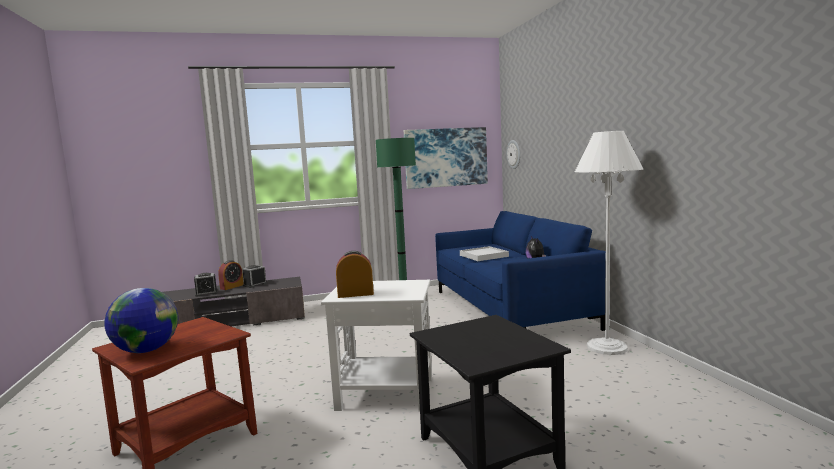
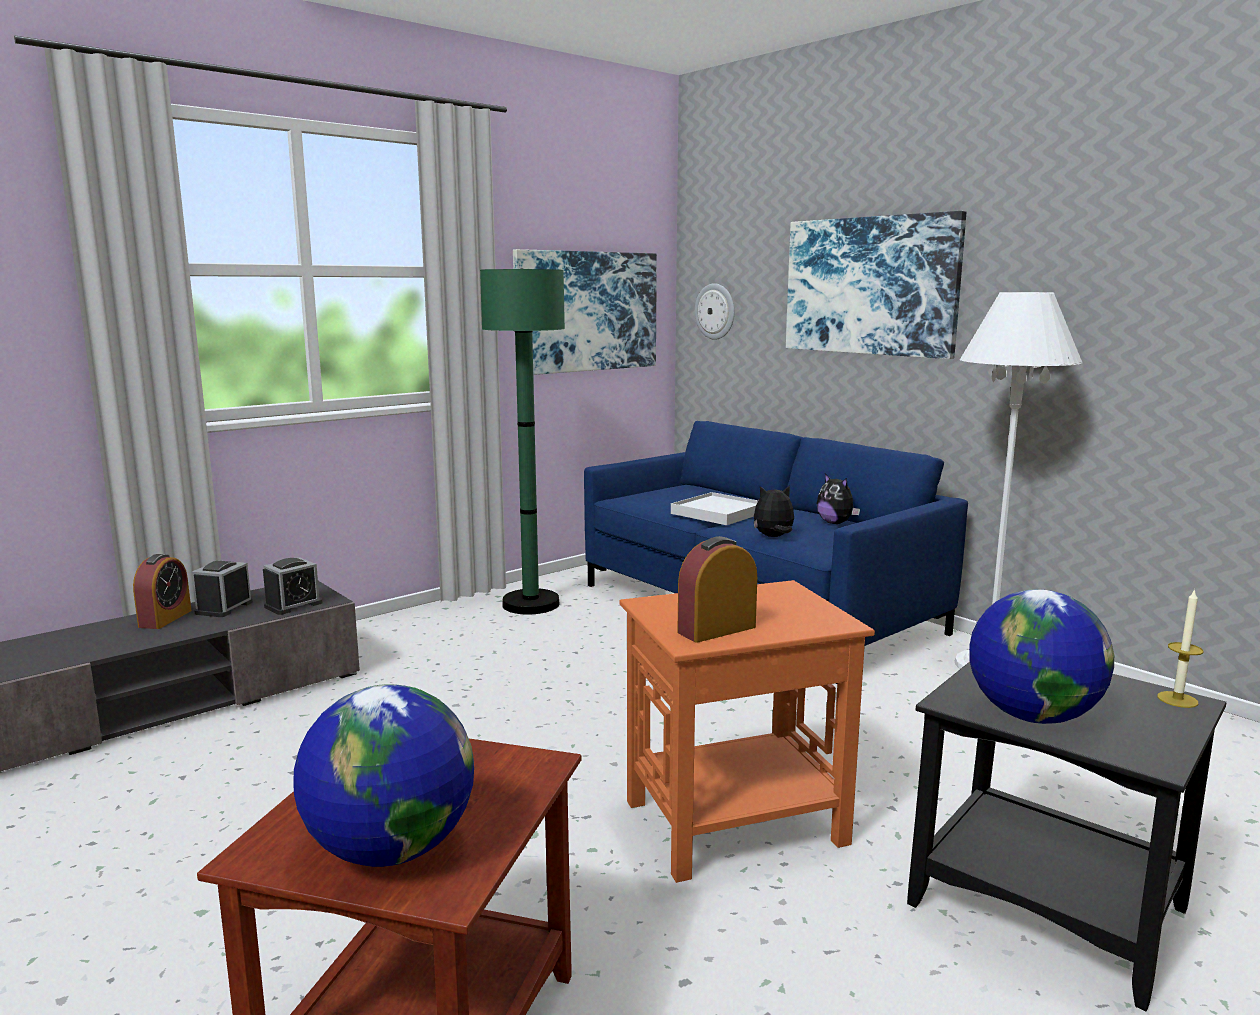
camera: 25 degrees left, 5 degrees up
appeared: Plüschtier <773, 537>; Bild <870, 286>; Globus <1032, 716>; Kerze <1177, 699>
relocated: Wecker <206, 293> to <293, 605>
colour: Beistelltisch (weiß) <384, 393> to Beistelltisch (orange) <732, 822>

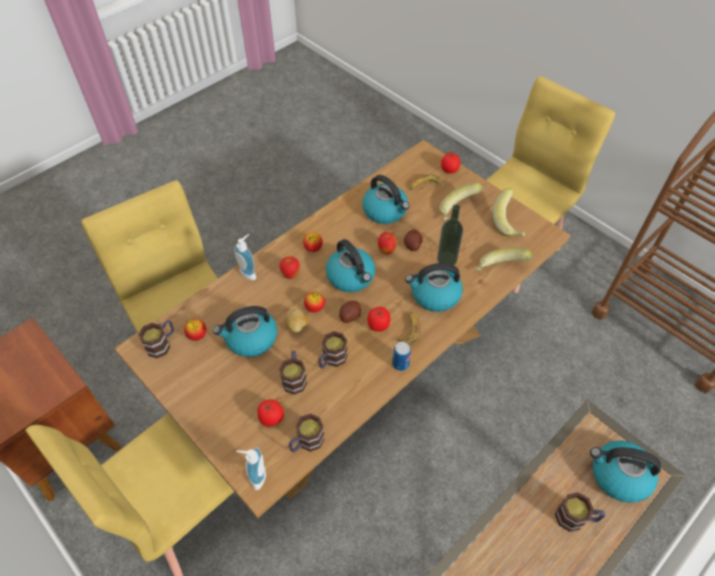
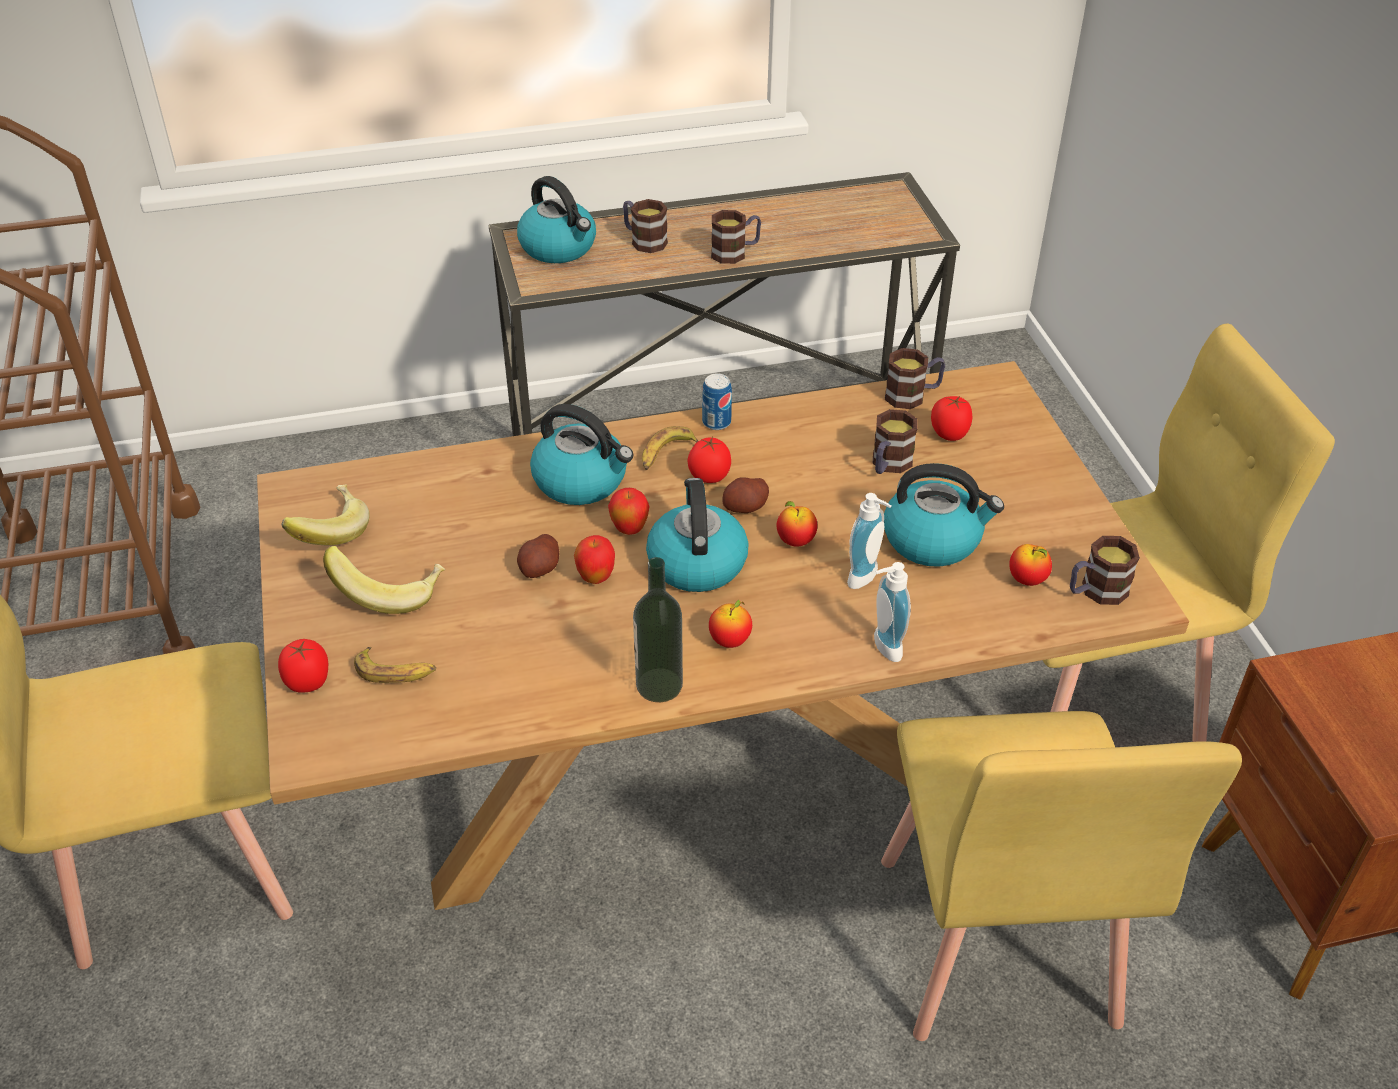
camera: 150 degrees left, 10 degrees down
missing: Kartoffel <297, 326>; Wasserkessel <385, 211>; Banane <500, 270>
relocated: Seifenspender <256, 477> to <867, 578>; Apfel <290, 275> to <629, 530>; Henkelbecher <331, 360> to <735, 252>; Flasche <447, 259> to <659, 685>

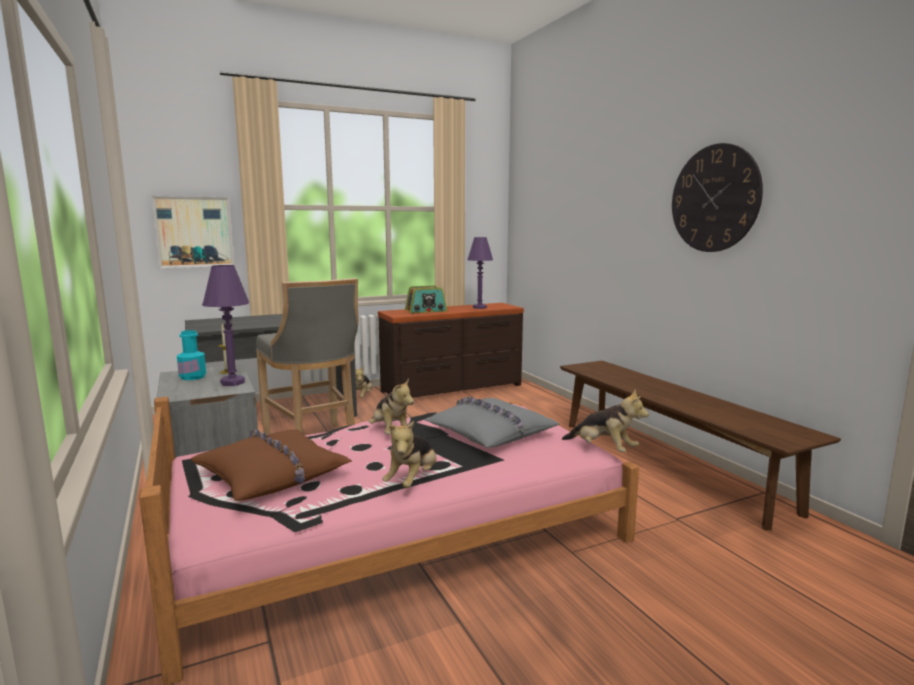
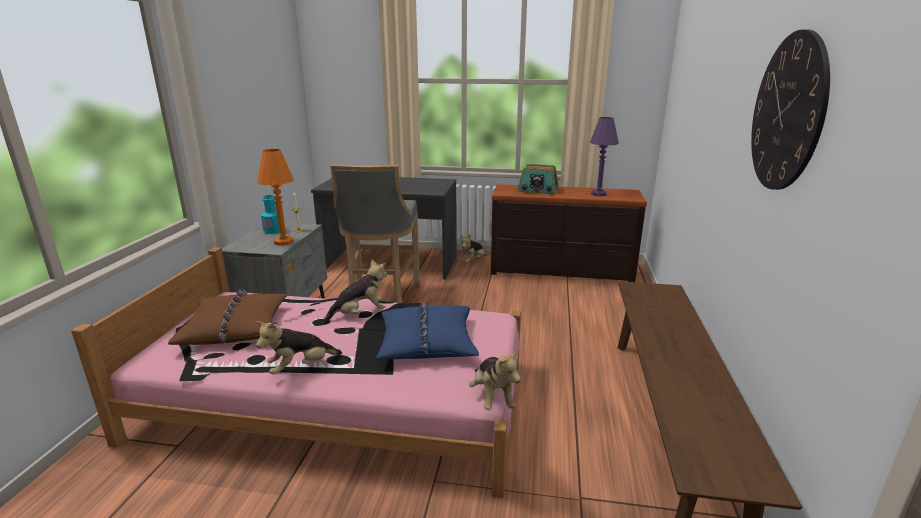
camera: 35 degrees right, 10 degrees up
missing: Bild <194, 232>
colour: Tischlampe (lila) <232, 383> to Tischlampe (orange) <283, 242>; Kissen (grau) <490, 434> to Kissen (blau) <427, 342>
spun: Plüschtier <390, 432> = <359, 314> 120 degrees counterclockwise

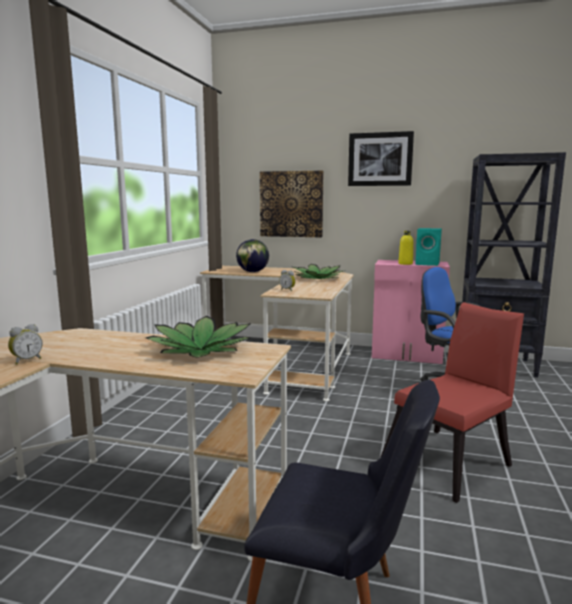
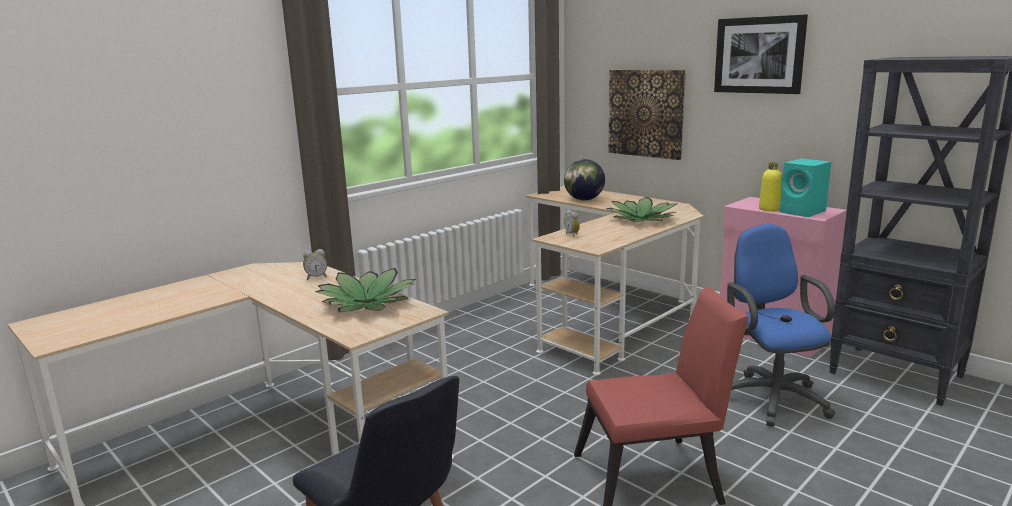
camera: 30 degrees right, 5 degrees up
relocated: Wecker <26, 360> to <316, 277>

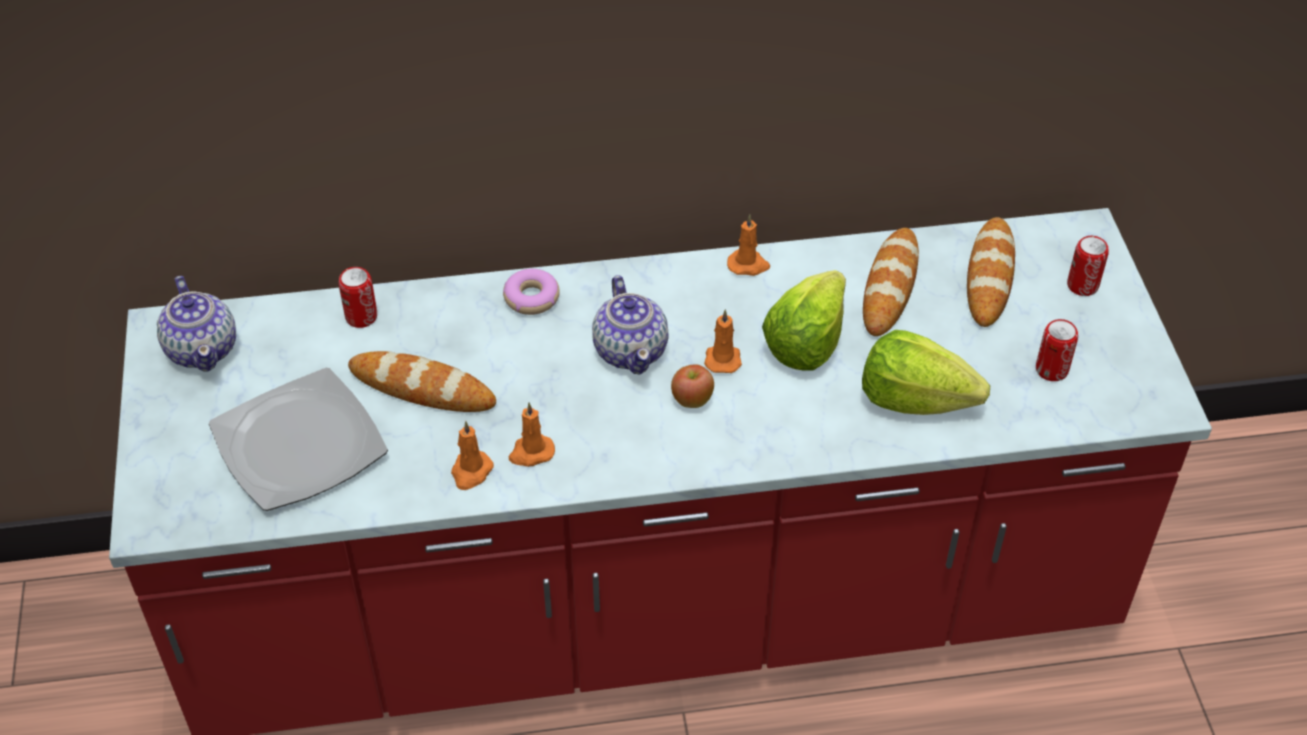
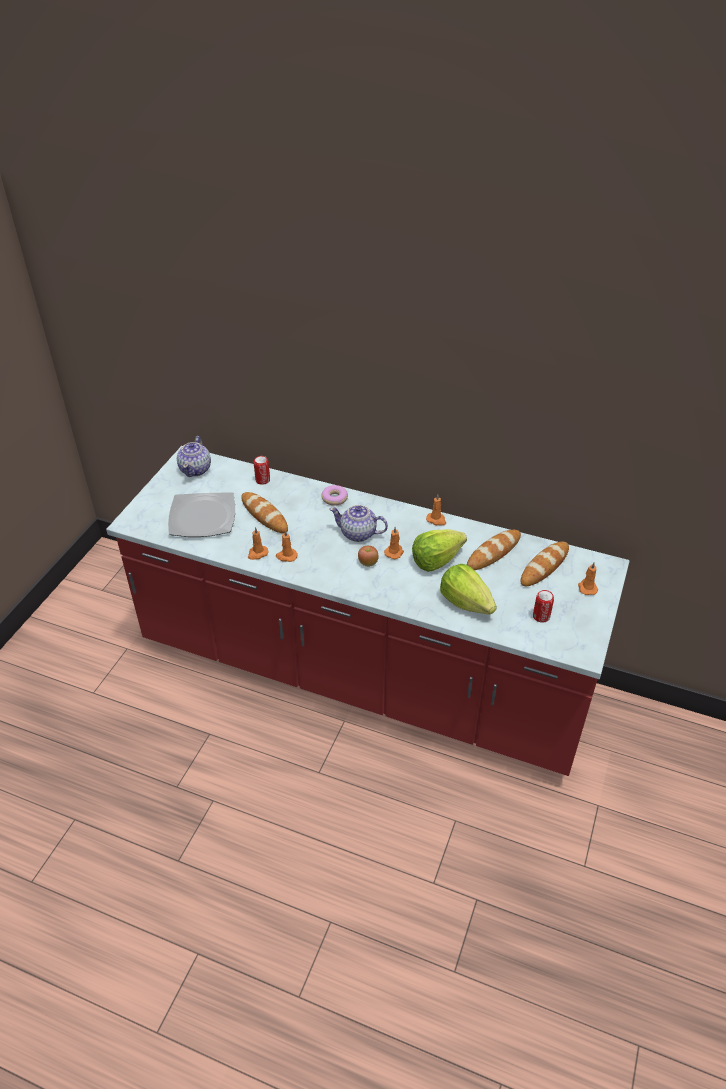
camera: 30 degrees right, 5 degrees down
exchanged: Dose <1082, 285> to Kerze (orange) <587, 587>
spun: Teekanne <631, 350> = <358, 534> 90 degrees clockwise

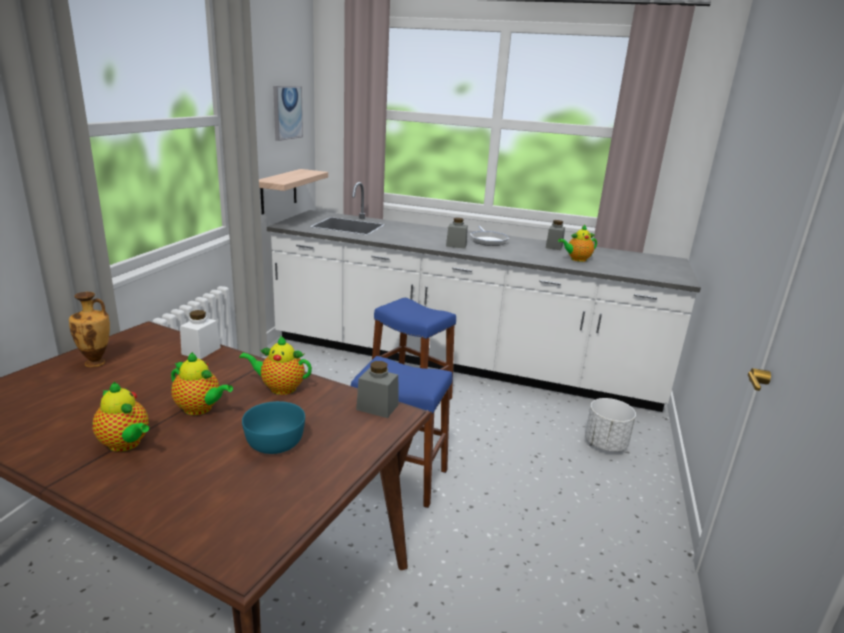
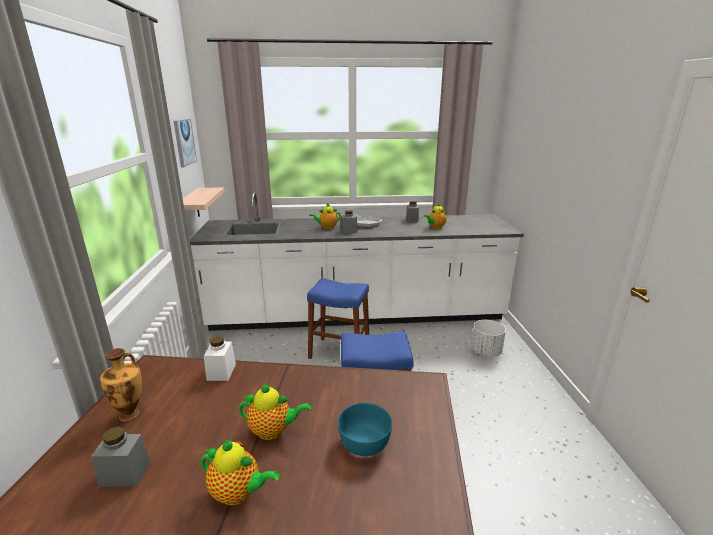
camera: 20 degrees left, 0 degrees up
relocated: Teekanne <280, 388> to <327, 227>; Vorratsglas (grau) <377, 407> to <125, 473>

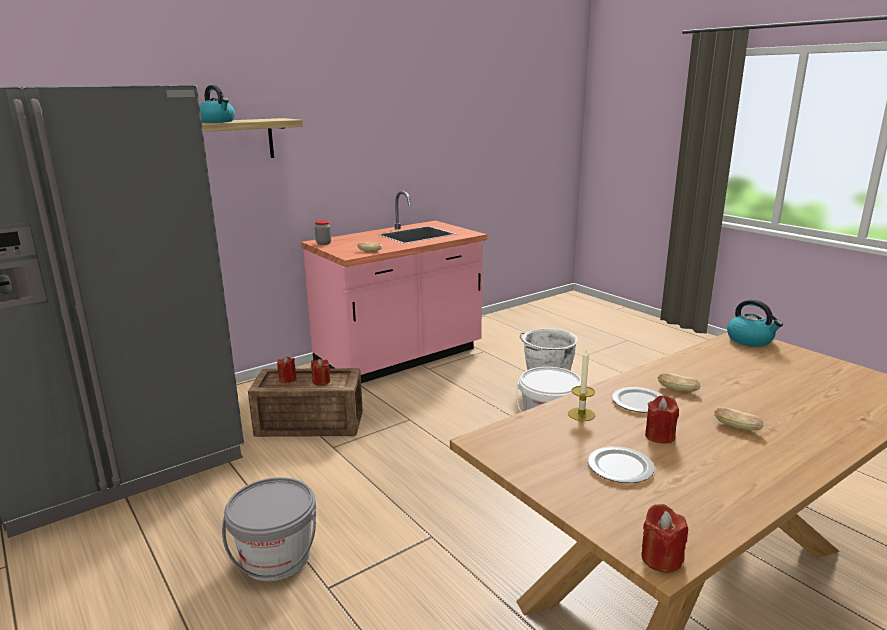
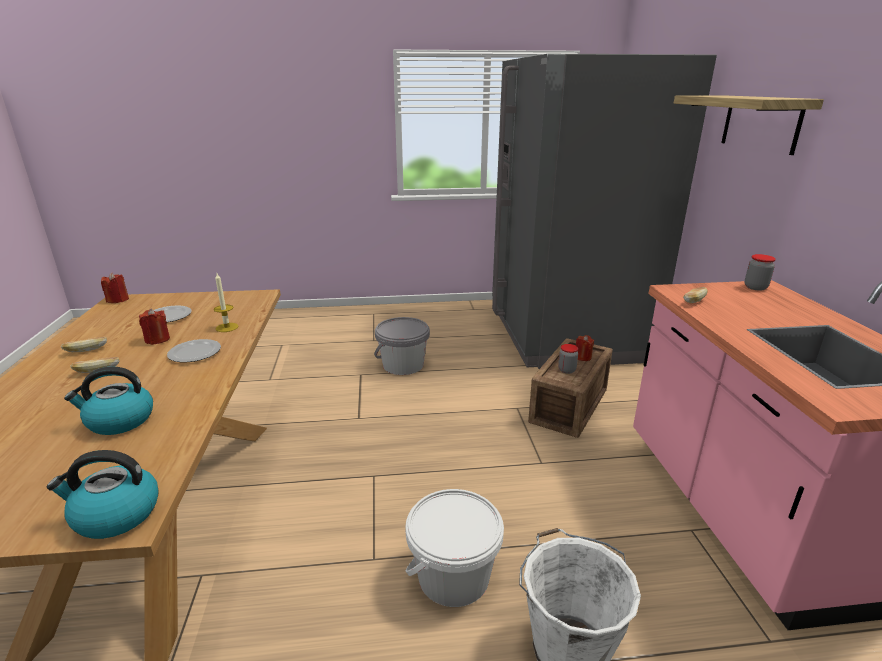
camera: 120 degrees right, 5 degrees up
relocated: Wasserkessel <217, 121> to <119, 421>; Brot <677, 389> to <86, 350>
exchanged: Kerze (rot) <321, 381> to Vorratsglas <566, 370>

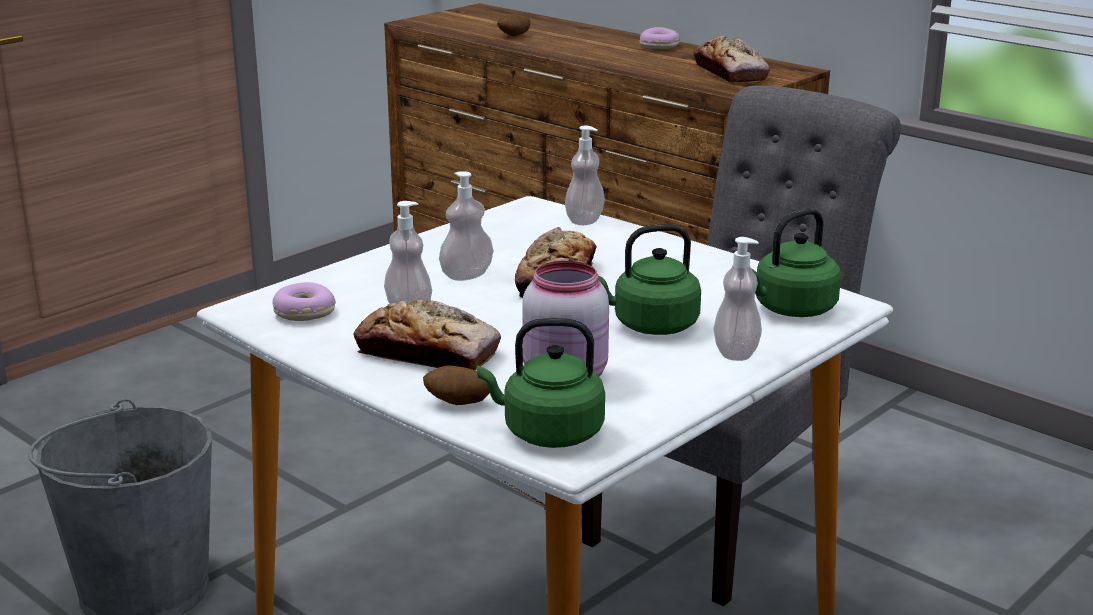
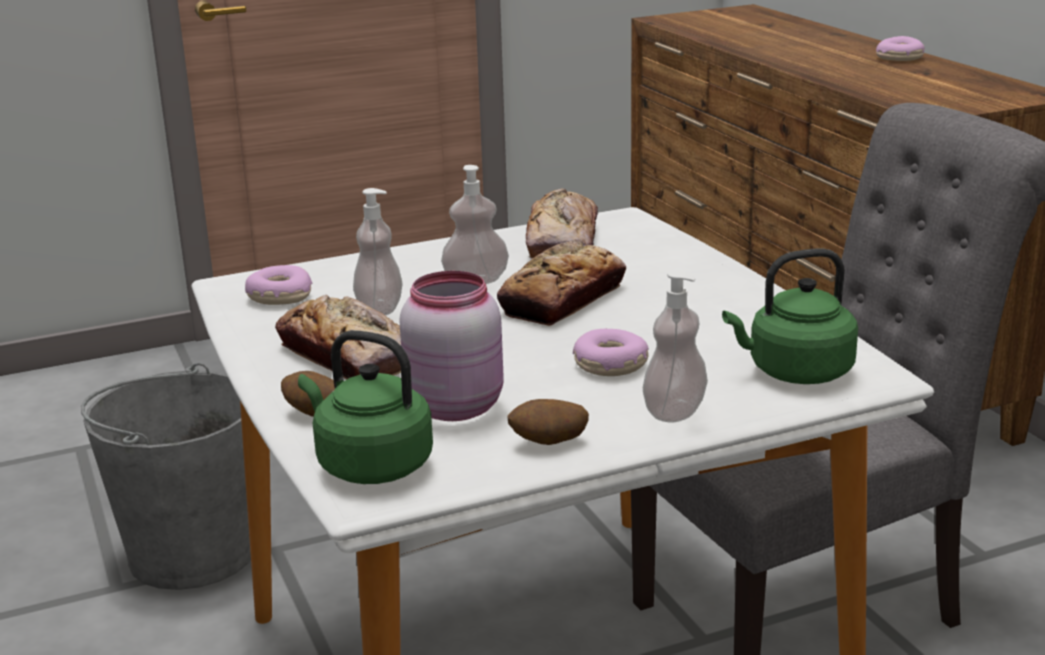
camera: 25 degrees right, 0 degrees up
missing: Seifenspender <584, 220>
relocated: Kartoffel <514, 36> to <548, 443>; Brot <730, 73> to <563, 242>
exchanged: Wasserkessel (grün) <651, 326> to Donut <610, 365>

